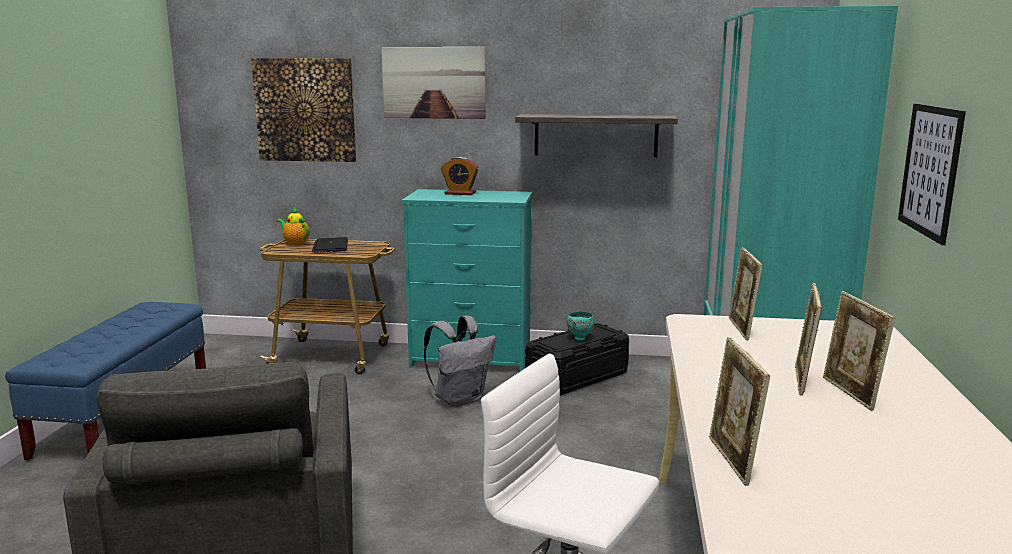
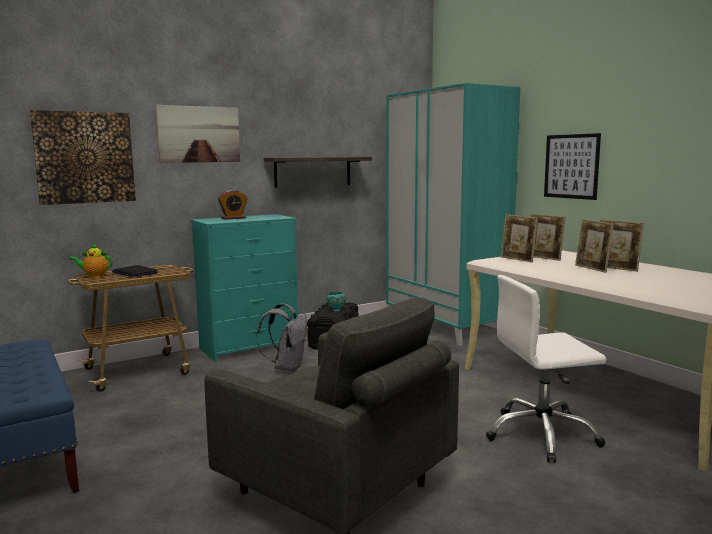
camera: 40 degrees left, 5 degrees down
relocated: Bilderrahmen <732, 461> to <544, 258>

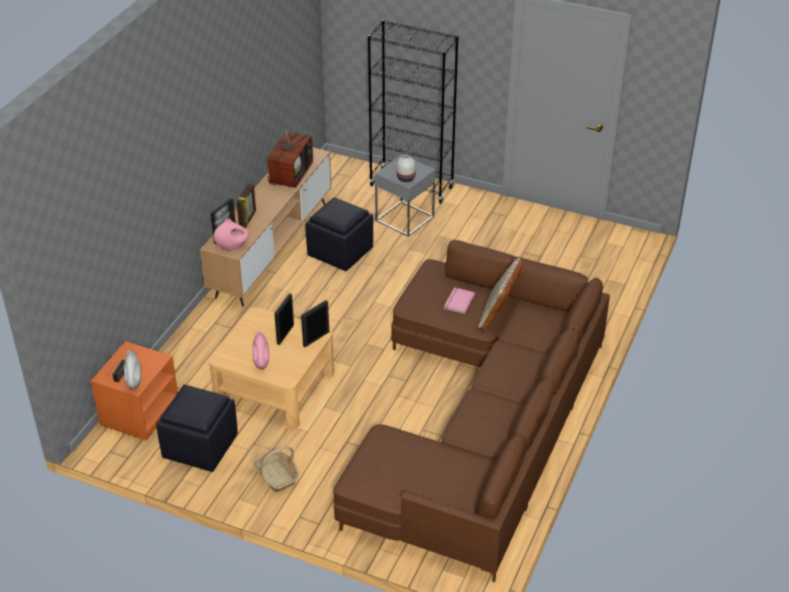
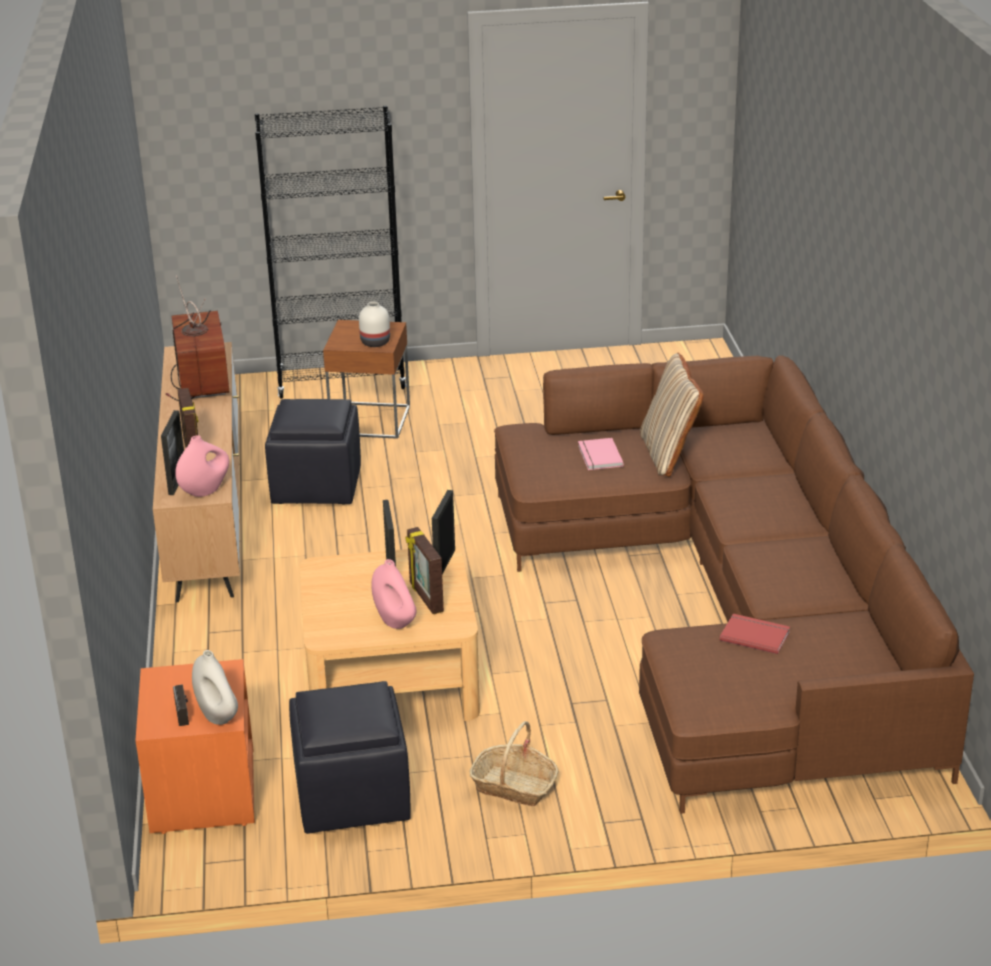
camera: 30 degrees left, 10 degrees down
appeared: Bilderrahmen <425, 598>; Buch (rot) <755, 635>
colour: Beistelltisch (grau) <405, 218> to Beistelltisch (braun) <370, 420>

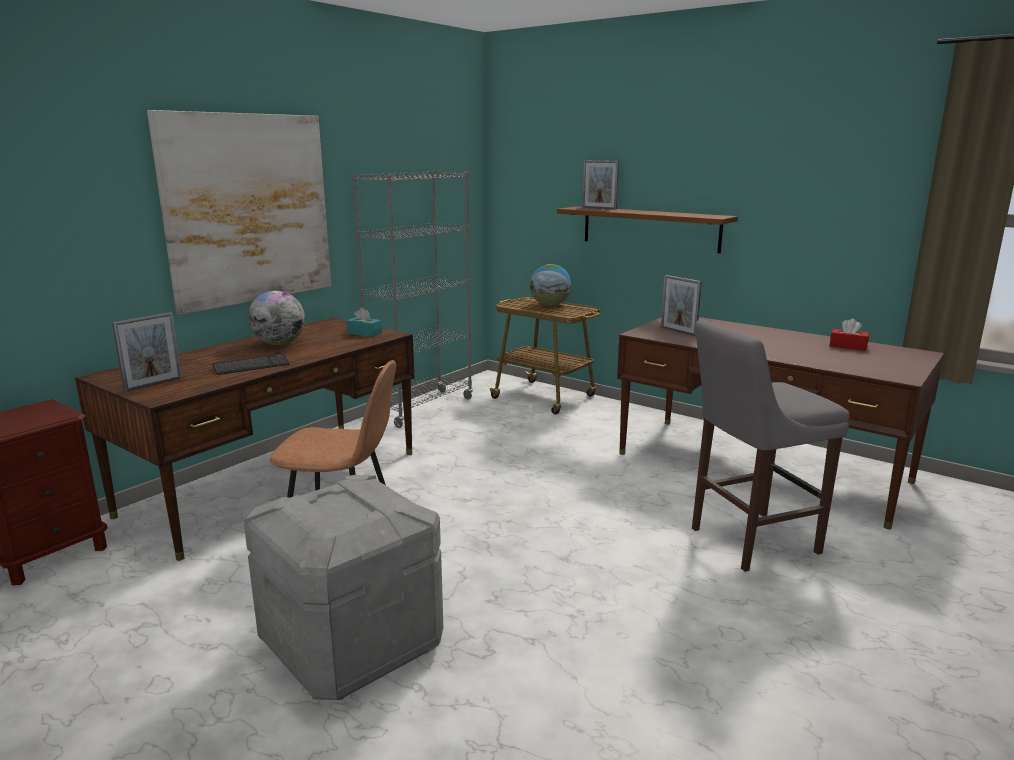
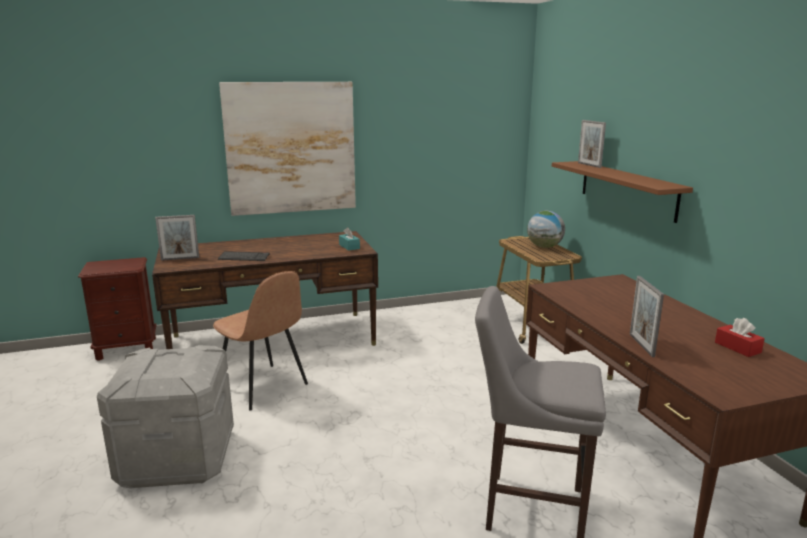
camera: 35 degrees right, 0 degrees up
missing: Globus <279, 344>; Bücherregal (grau) <421, 408>
relocated: Bilderrahmen <678, 331> to <641, 345>

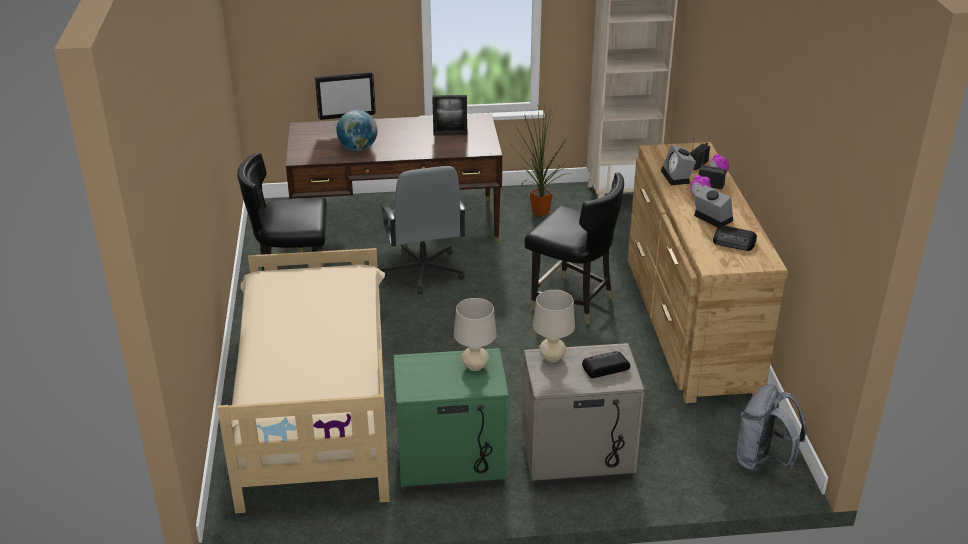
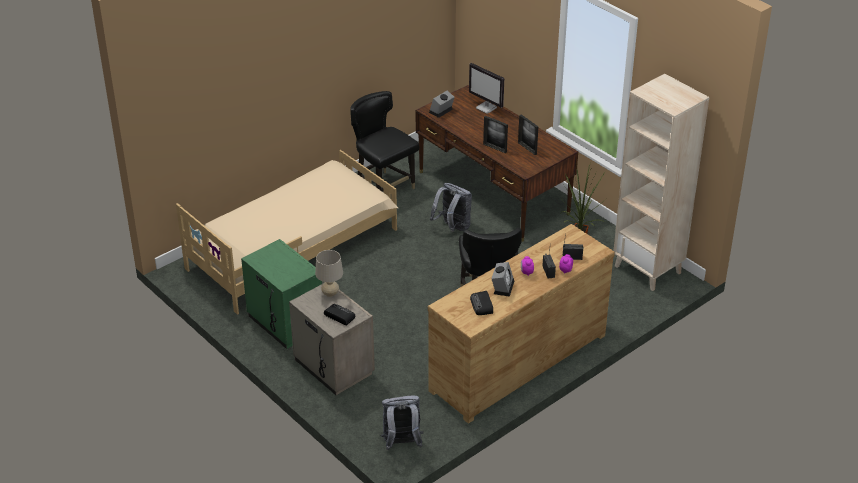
camera: 55 degrees right, 5 degrees up
missing: Globus <358, 148>; Tischlampe (beige) <475, 366>
appeared: Bilderrahmen <495, 148>
relocated: Wecker <677, 177> to <441, 111>
exchanged: Bürostuhl (grau) <423, 271> to Rucksack (grau) <452, 227>

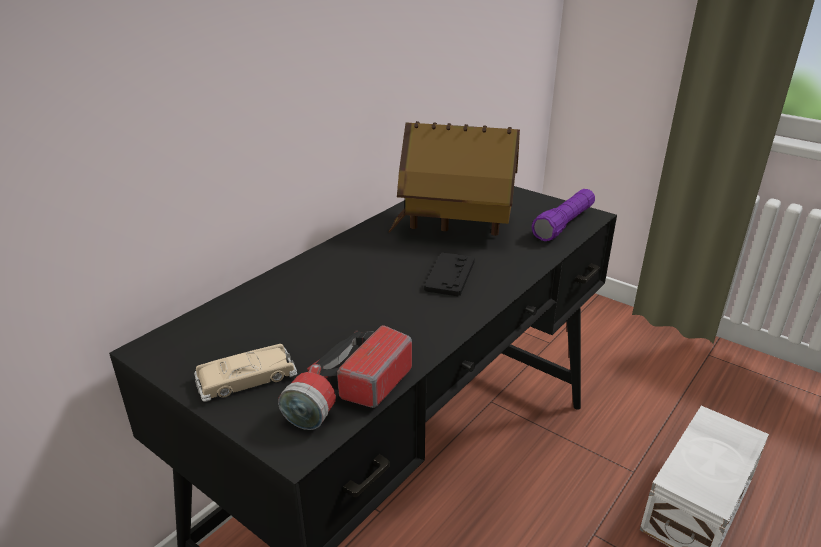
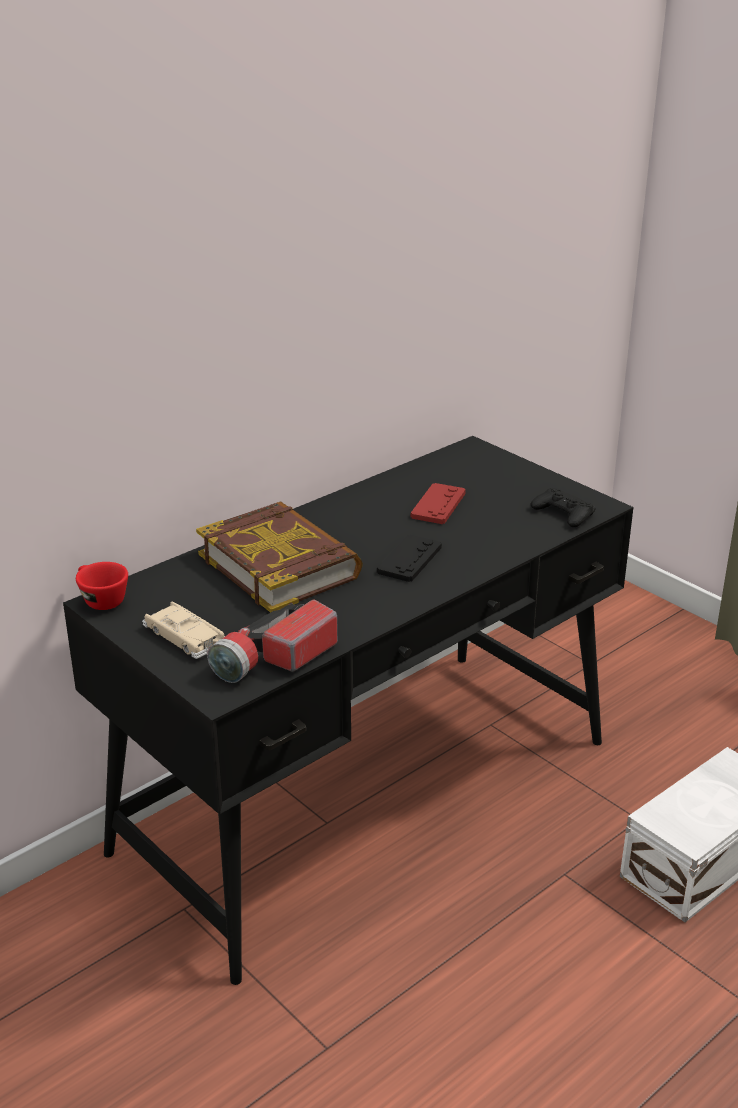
camera: 10 degrees right, 0 degrees up
appeared: Tasse (rot) <100, 599>; Buch <279, 565>
exchanged: Spielzeughaus <456, 226> to Gamepad (rot) <438, 505>; Taschenlampe (lila) <564, 224> to Gamepad (schwarz) <563, 513>
spun: Spielzeugauto (beige) <246, 378> = <185, 636> 60 degrees clockwise

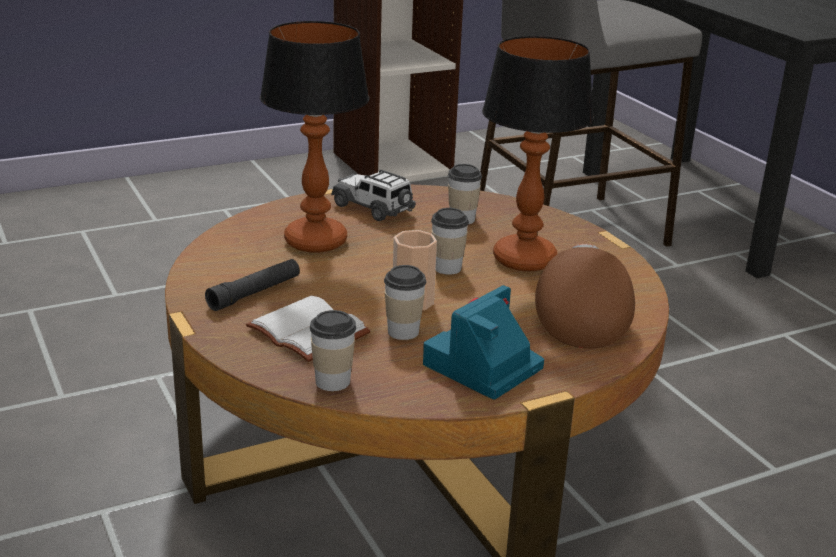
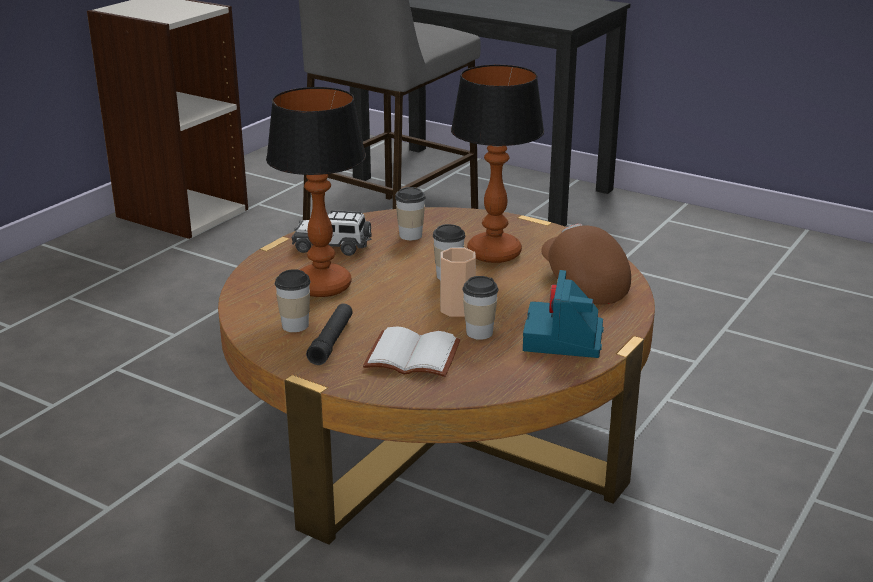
camera: 30 degrees left, 0 degrees up
relocated: Tasse <332, 381> to <295, 325>

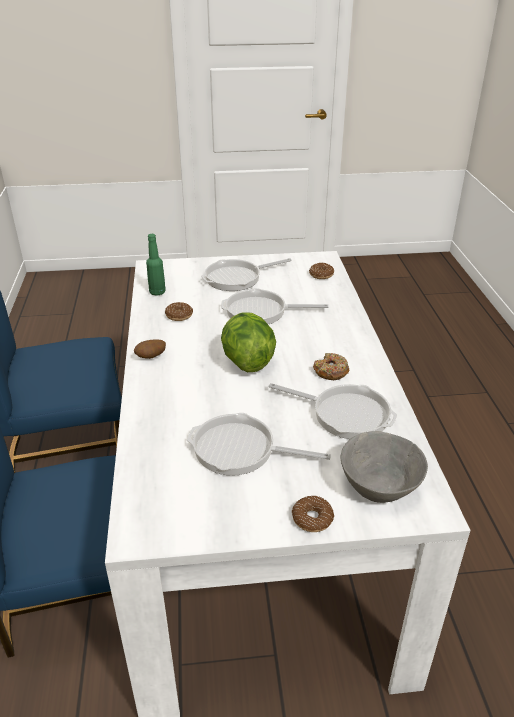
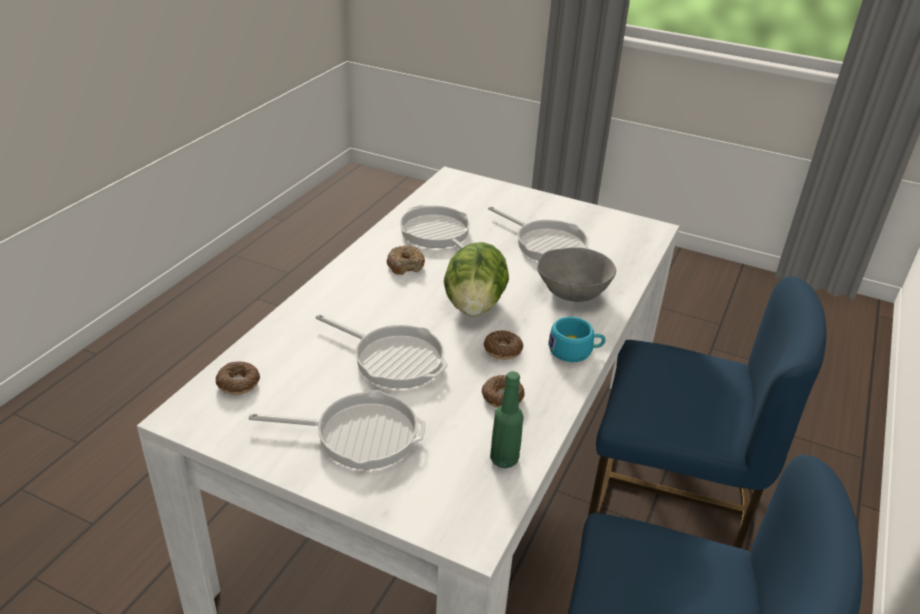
camera: 150 degrees left, 0 degrees up
relocated: Donut <312, 518> to <503, 350>; Schüssel (grau) <380, 486> to <573, 292>
exchanged: Kartoffel <151, 357> to Tasse (türkis) <575, 351>

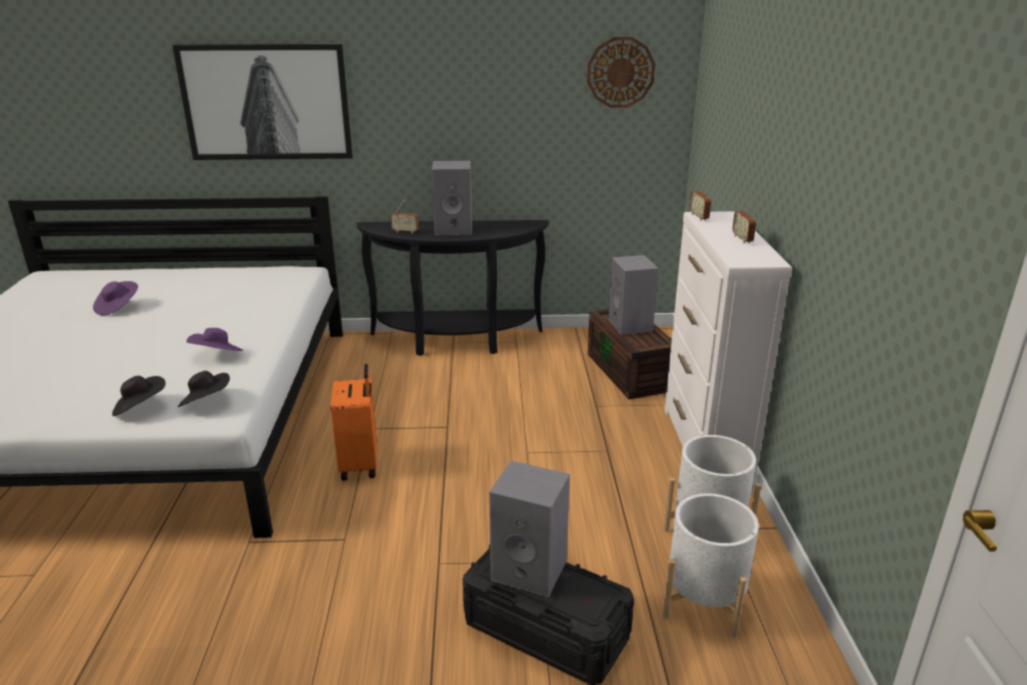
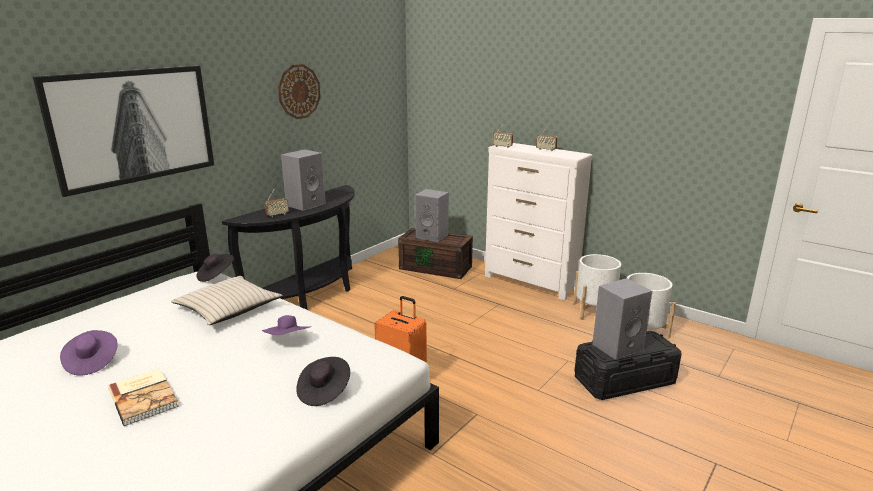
camera: 50 degrees left, 5 degrees down
appeared: Buch <145, 397>; Kissen (beige) <228, 309>
relocated: Hut (schwarz) <206, 402> to <216, 276>; Wanduhr <620, 72> to <299, 91>

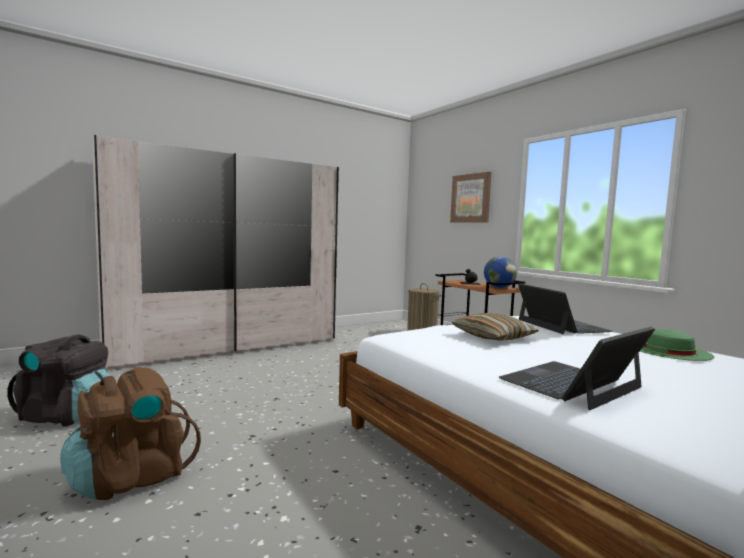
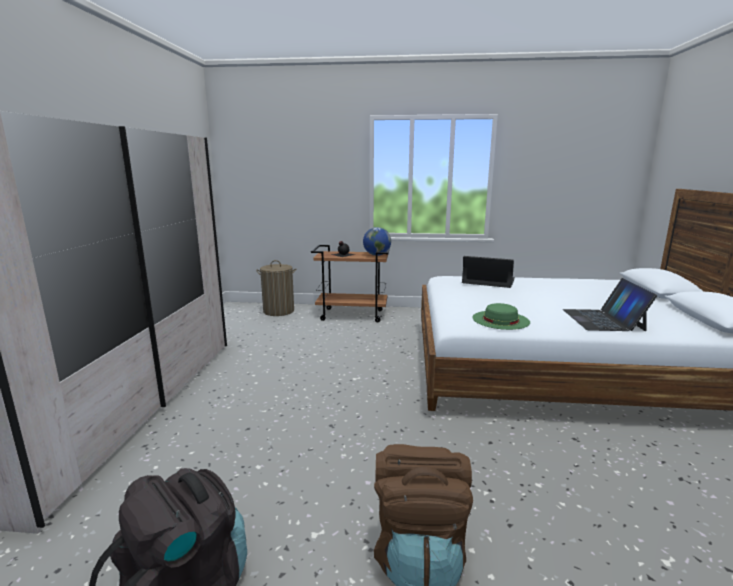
camera: 50 degrees left, 10 degrees up
missing: Bild <471, 198>; Kissen <493, 337>
relocated: Hut (grün) <668, 350> to <500, 320>

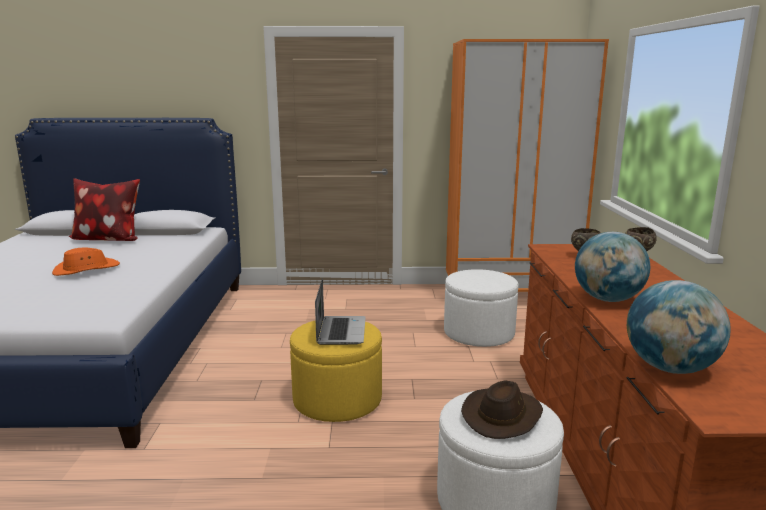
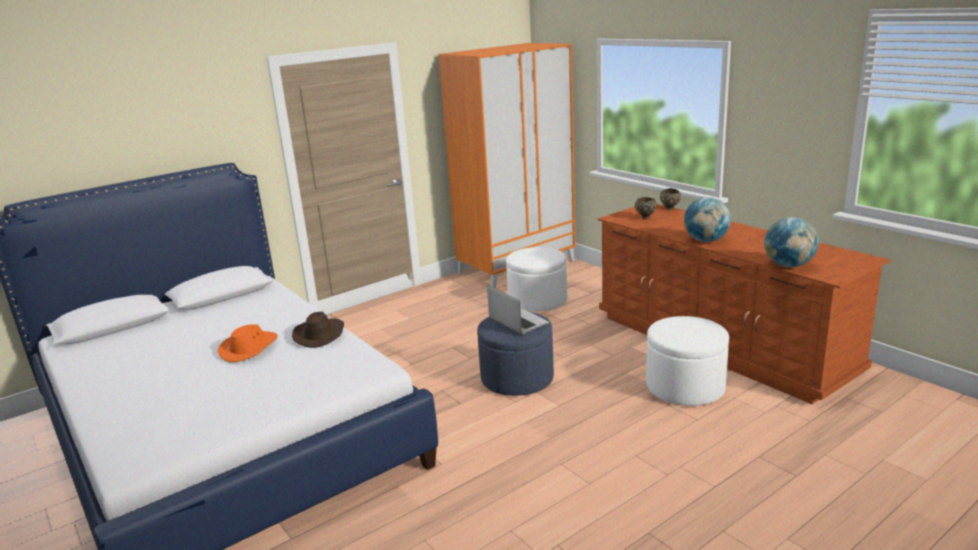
camera: 35 degrees left, 5 degrees up
missing: Kissen <108, 239>
relocated: Hut (braun) <502, 415> to <319, 334>
colour: Polsterhocker (gelb) <337, 400> to Polsterhocker (blau) <517, 378>

